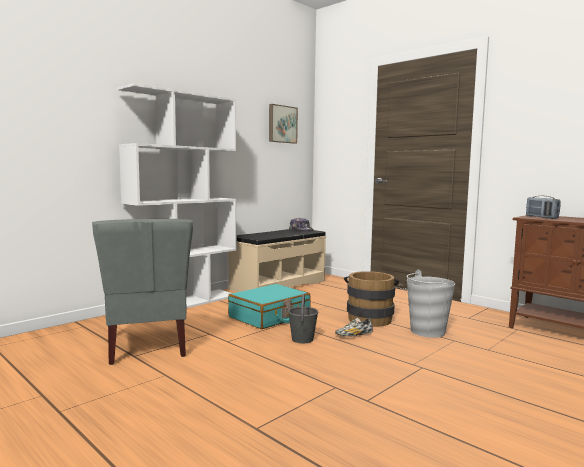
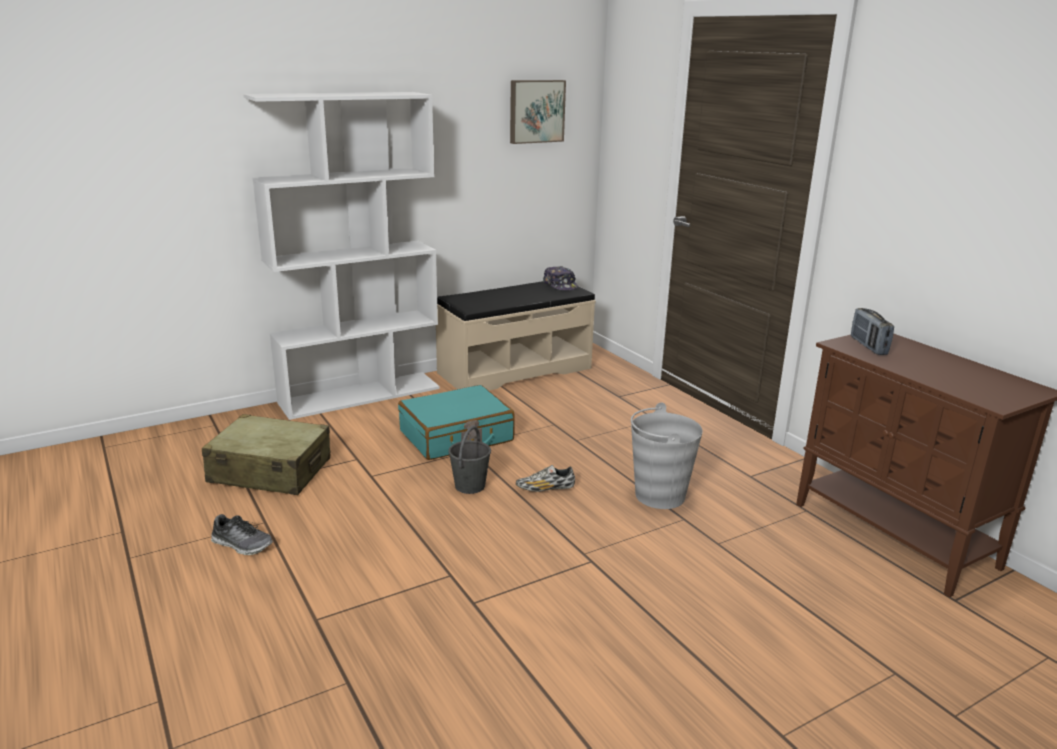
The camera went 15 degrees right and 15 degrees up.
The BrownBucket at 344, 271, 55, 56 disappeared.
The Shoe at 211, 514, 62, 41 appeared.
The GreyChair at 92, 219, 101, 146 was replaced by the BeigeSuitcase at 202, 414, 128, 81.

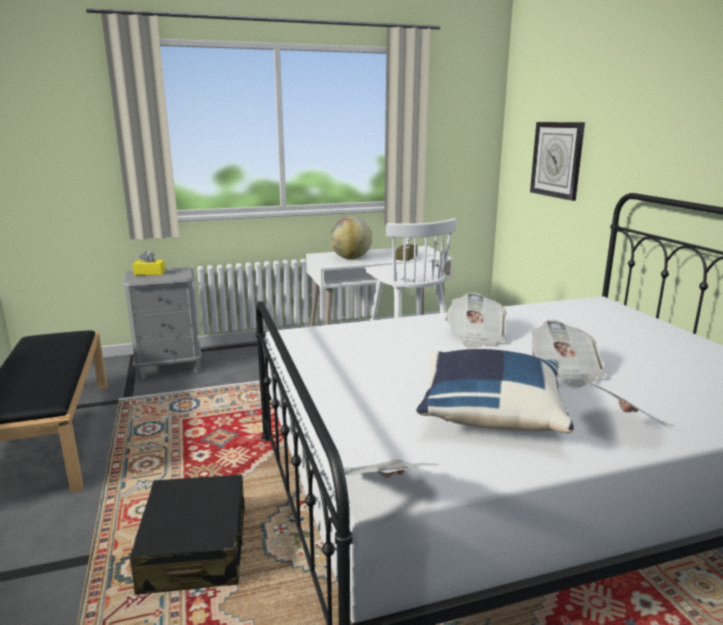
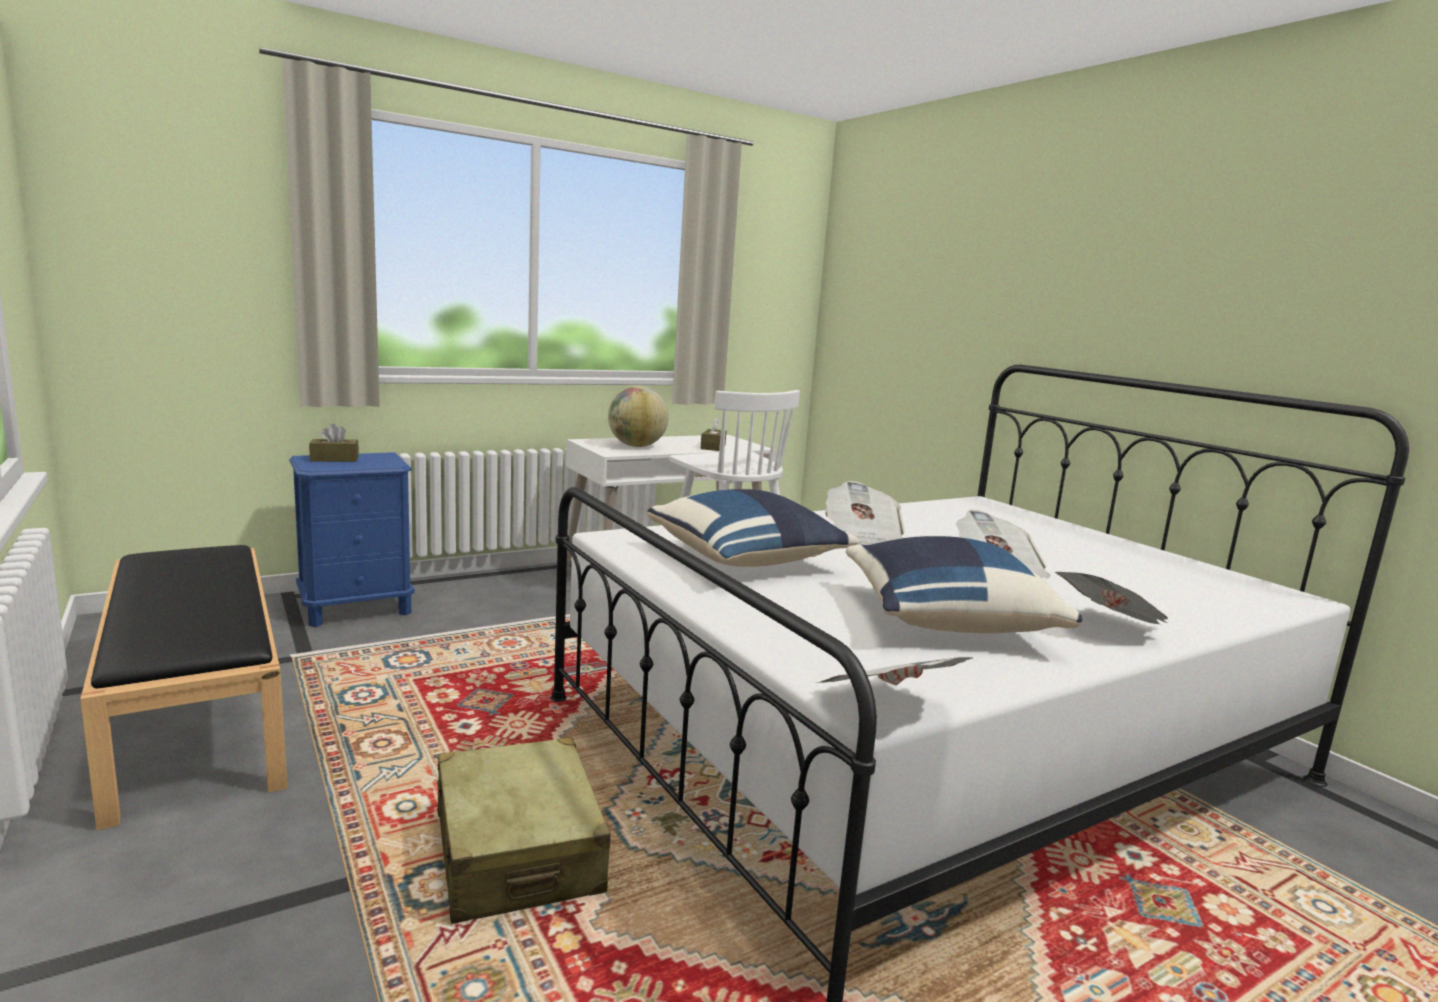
The camera went 15 degrees left and 5 degrees down.
The WallClock at 530, 122, 55, 79 disappeared.
The BluePillow at 647, 489, 212, 78 appeared.
The GreyNightstand at 122, 267, 80, 113 became the BlueNightstand at 289, 452, 126, 175.
The BlackSuitcase at 130, 474, 115, 121 became the BeigeSuitcase at 437, 737, 174, 187.
The YellowTissueBox at 133, 251, 32, 24 became the BrownTissueBox at 309, 424, 50, 38.

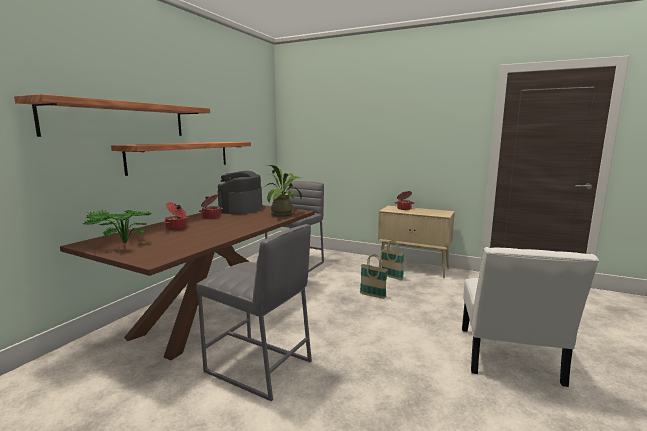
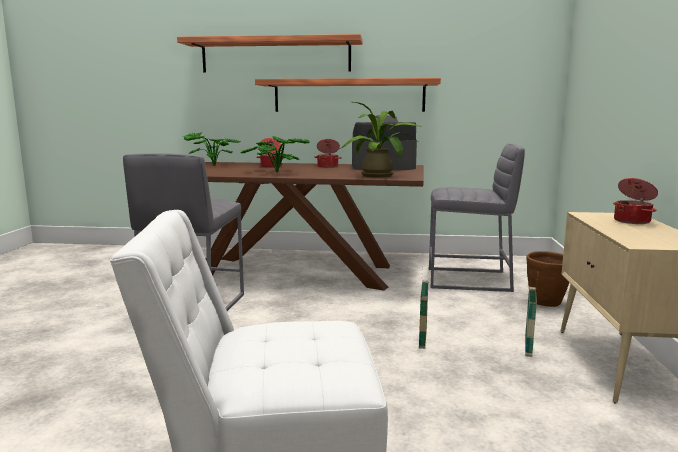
The camera went 70 degrees right and 0 degrees up.
The PottedPlant at 241, 136, 69, 36 appeared.
The BrownPlanter at 526, 251, 44, 56 appeared.

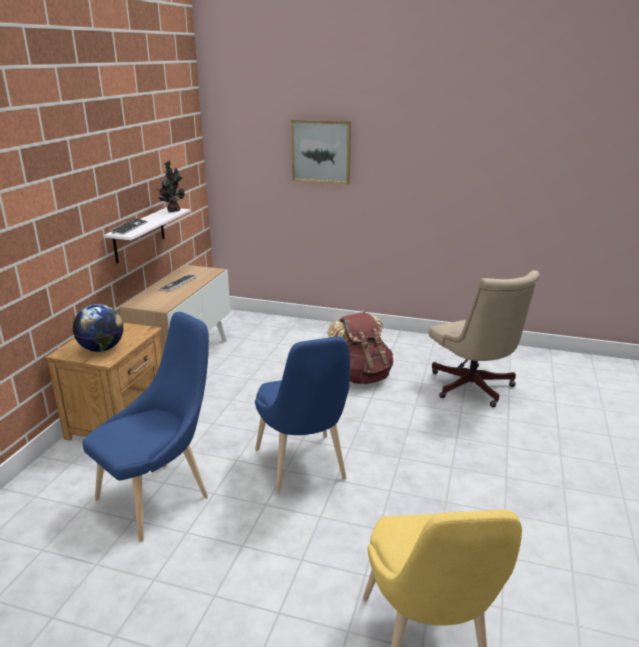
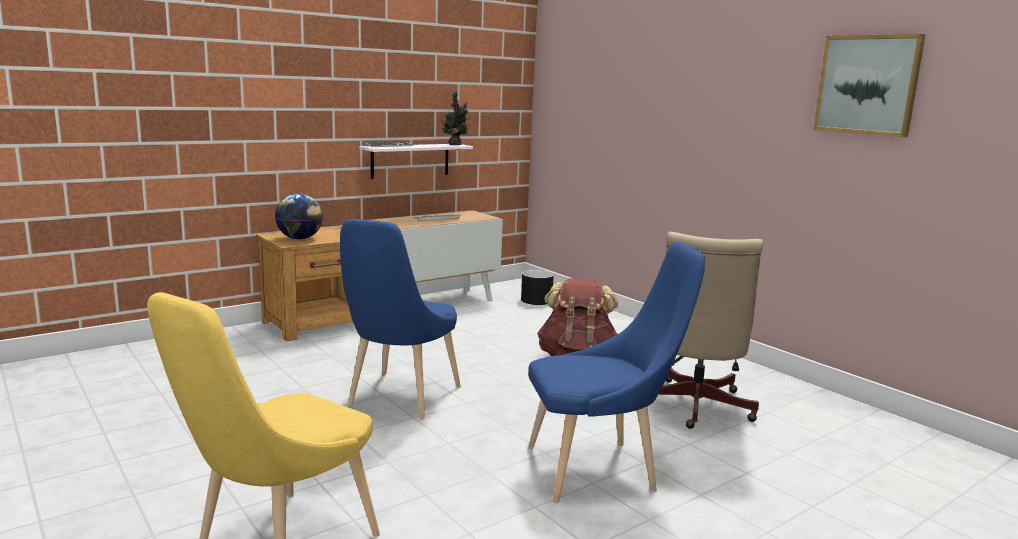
The camera went 35 degrees right and 10 degrees down.
The BlackPlanter at 521, 270, 33, 35 appeared.
The BlueChair moved from 83, 312, 126, 230 to 528, 242, 177, 261.
The Picture moved from 291, 119, 60, 65 to 813, 34, 113, 103.

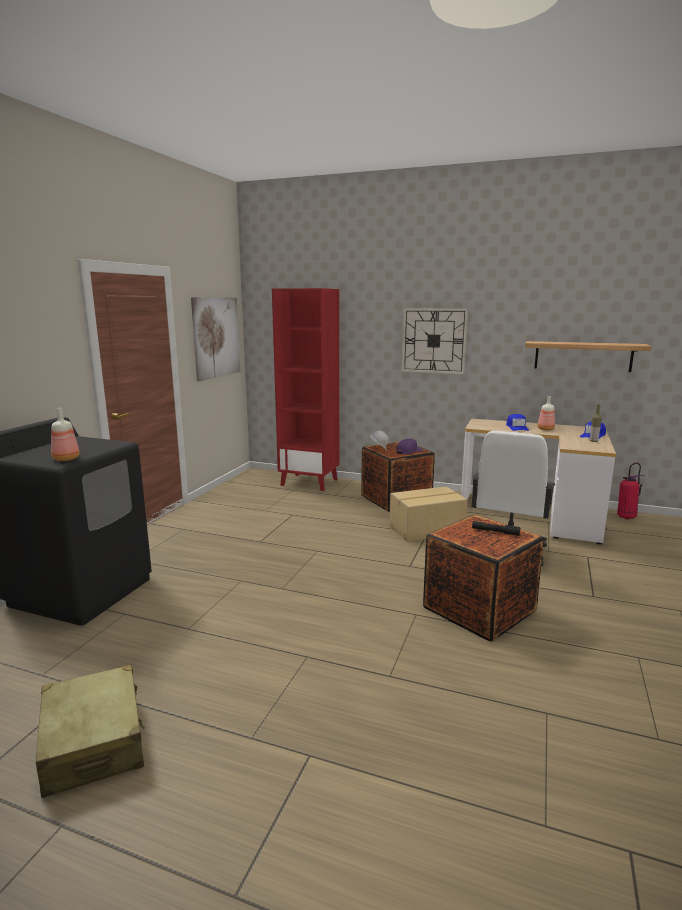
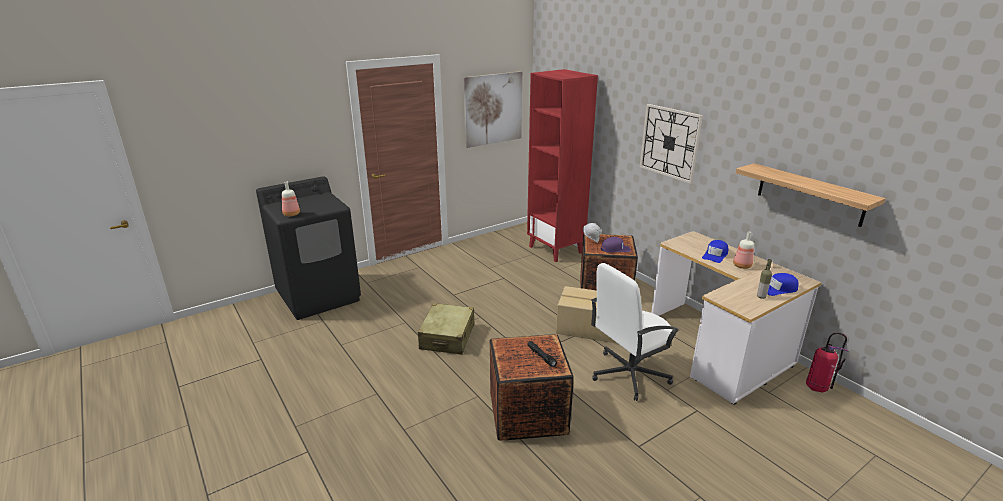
The camera went 35 degrees right and 10 degrees up.
The BeigeSuitcase moved from 36, 664, 109, 134 to 418, 303, 56, 52.

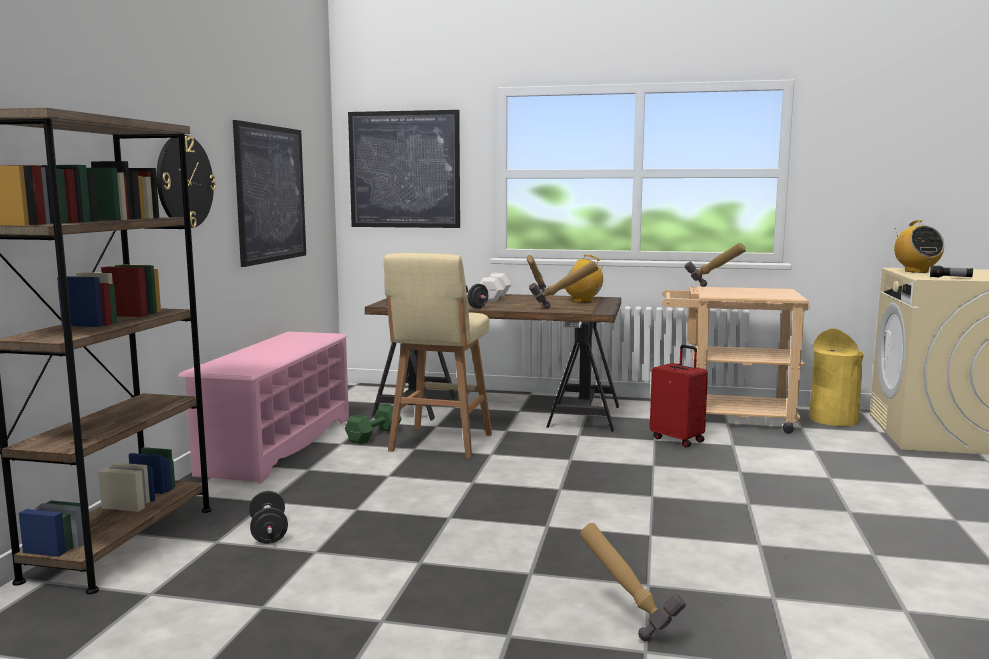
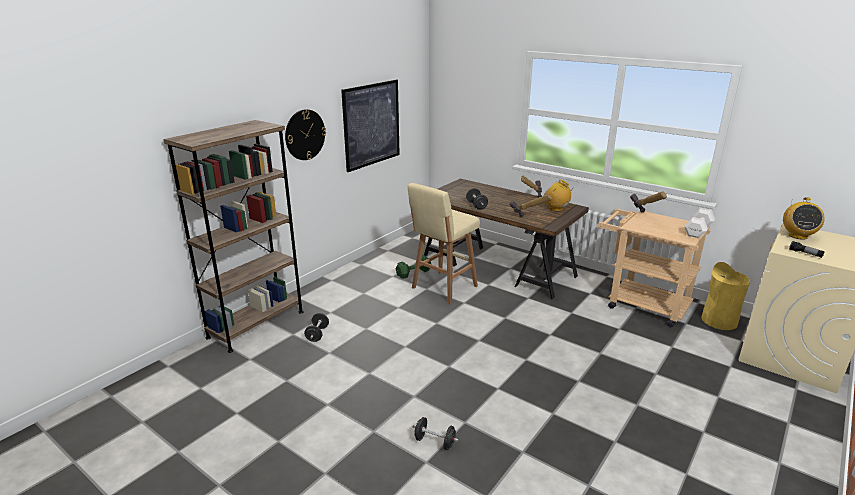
The camera went 25 degrees right and 15 degrees up.
The PinkShoeRack at 178, 331, 171, 153 disappeared.
The Picture at 348, 110, 112, 118 disappeared.
The RedSuitcase at 650, 345, 58, 102 disappeared.
The WhiteDumbbell moved from 479, 273, 32, 28 to 684, 208, 31, 30.
The Hammer at 580, 523, 106, 118 was replaced by the BlackDumbbell at 413, 417, 46, 33.

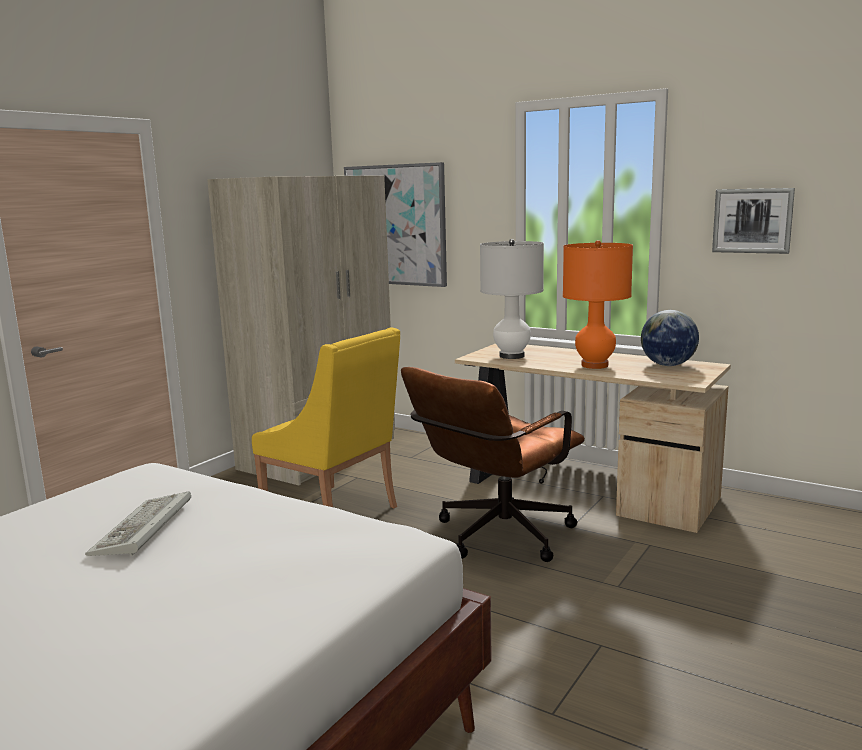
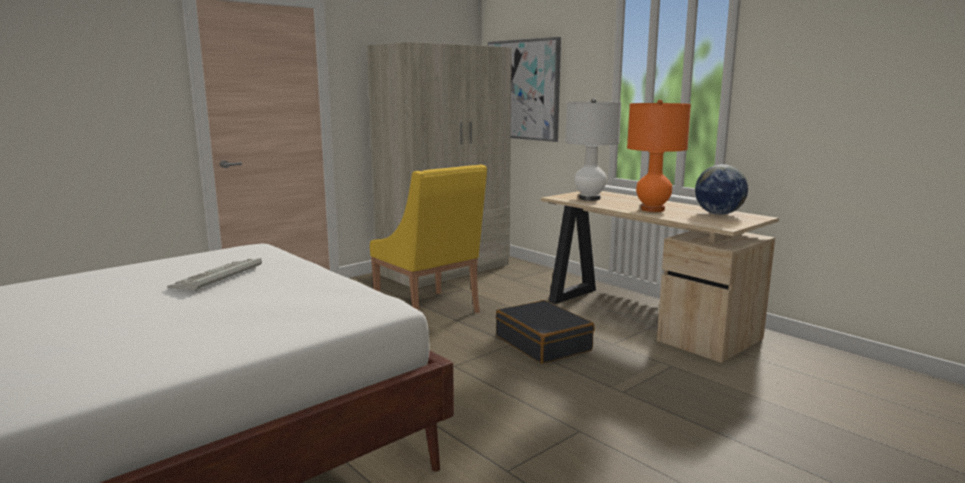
The camera went 15 degrees right and 0 degrees up.
The Picture at 712, 188, 83, 66 disappeared.
The BrownOfficeChair at 401, 367, 184, 195 was replaced by the BlackSuitcase at 496, 300, 99, 64.

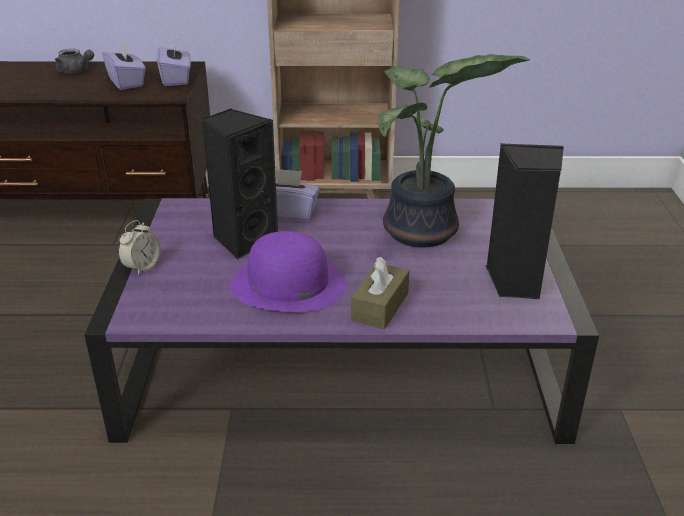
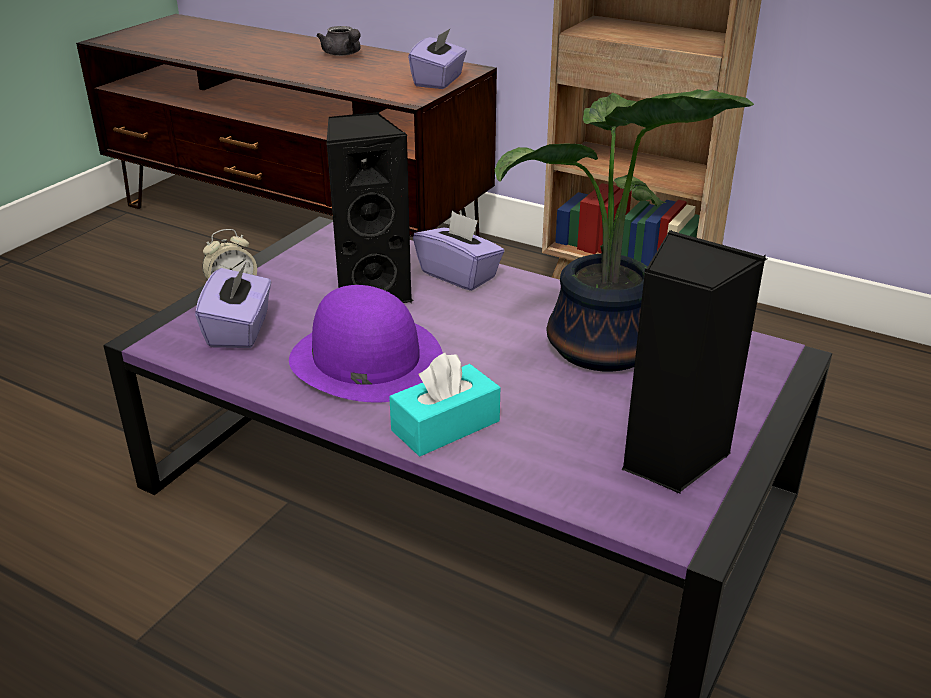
The camera went 30 degrees right and 0 degrees up.
The PurpleTissueBox moved from 102, 42, 44, 48 to 195, 261, 76, 87.
The BrownTissueBox at 351, 257, 58, 72 became the TurquoiseTissueBox at 389, 353, 111, 103.

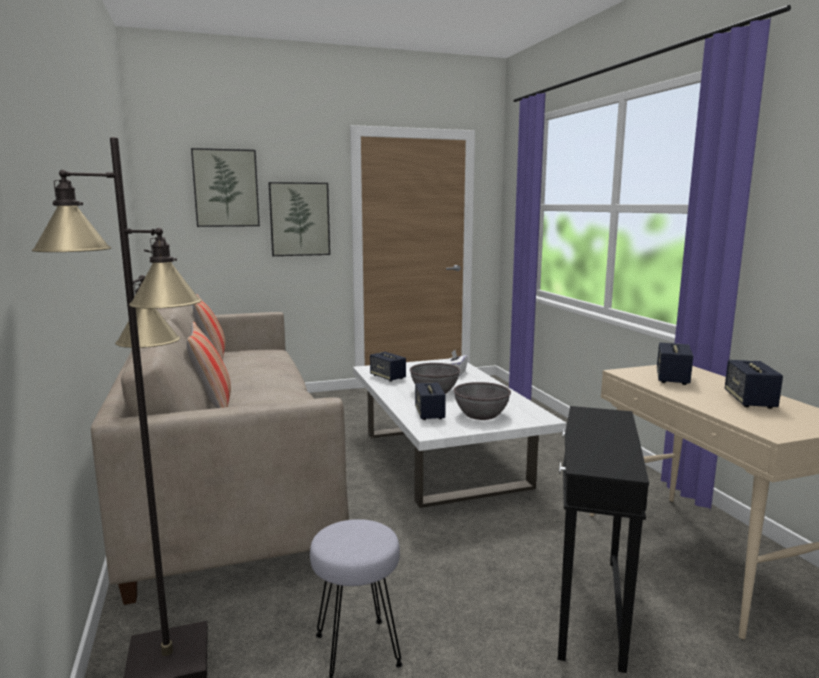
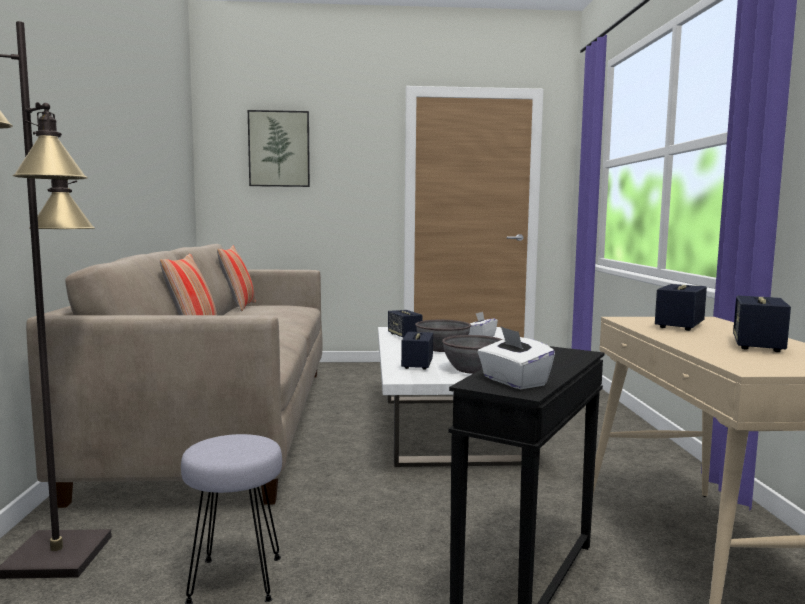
The camera went 15 degrees right and 5 degrees down.
The Picture at 269, 182, 61, 74 disappeared.
The WhiteTissueBox at 478, 327, 77, 62 appeared.

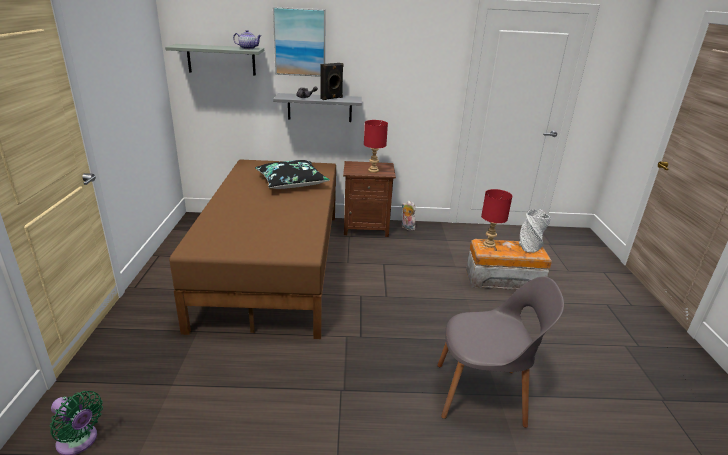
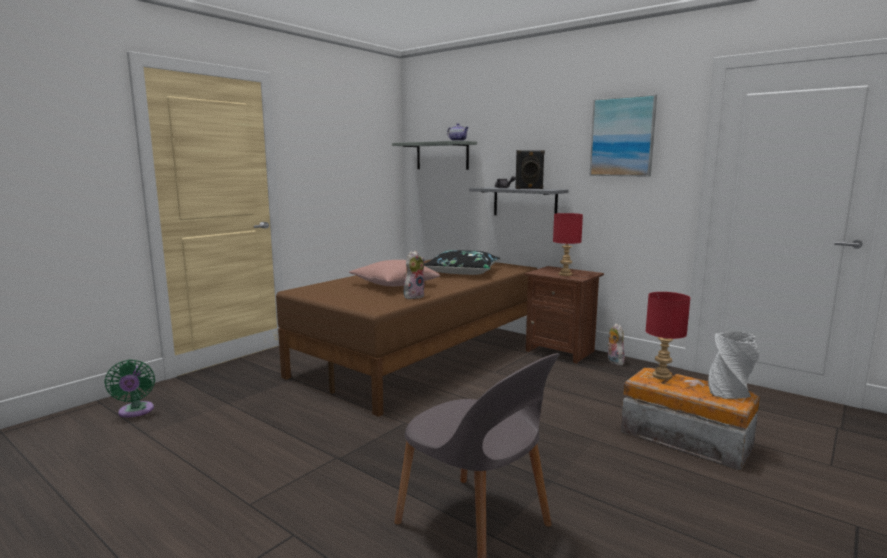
The camera went 40 degrees right and 15 degrees down.
The PinkPillow at 349, 260, 91, 26 appeared.
The PlushToy at 404, 251, 21, 48 appeared.
The Picture moved from 273, 7, 53, 70 to 589, 94, 68, 83.

